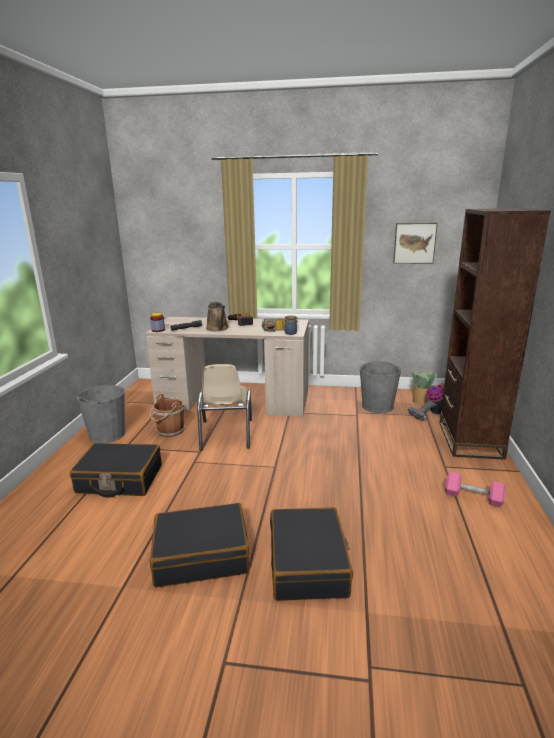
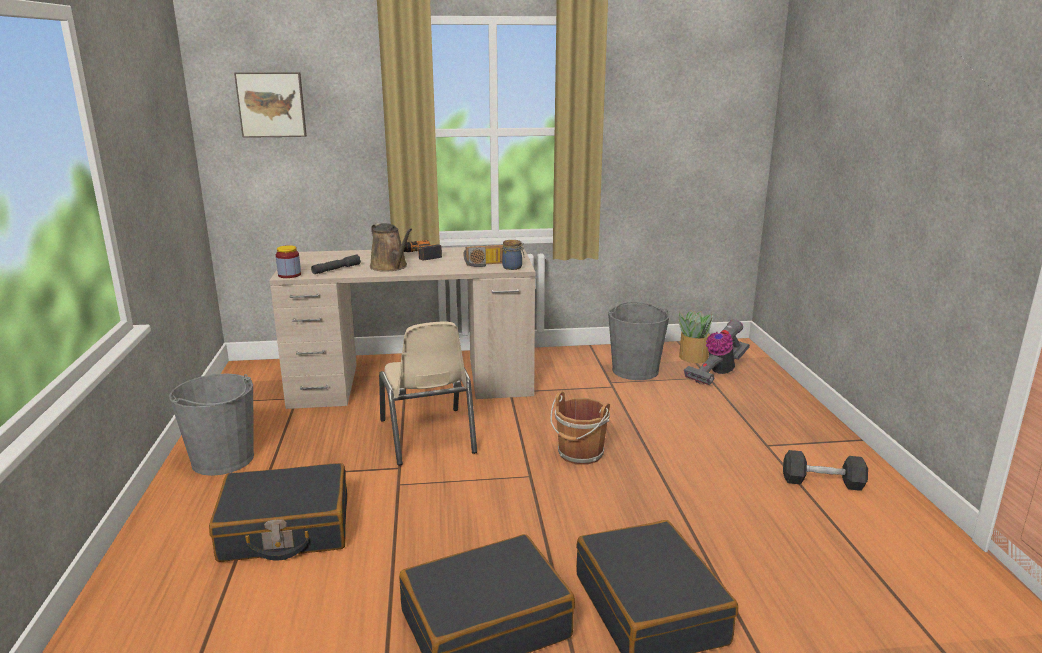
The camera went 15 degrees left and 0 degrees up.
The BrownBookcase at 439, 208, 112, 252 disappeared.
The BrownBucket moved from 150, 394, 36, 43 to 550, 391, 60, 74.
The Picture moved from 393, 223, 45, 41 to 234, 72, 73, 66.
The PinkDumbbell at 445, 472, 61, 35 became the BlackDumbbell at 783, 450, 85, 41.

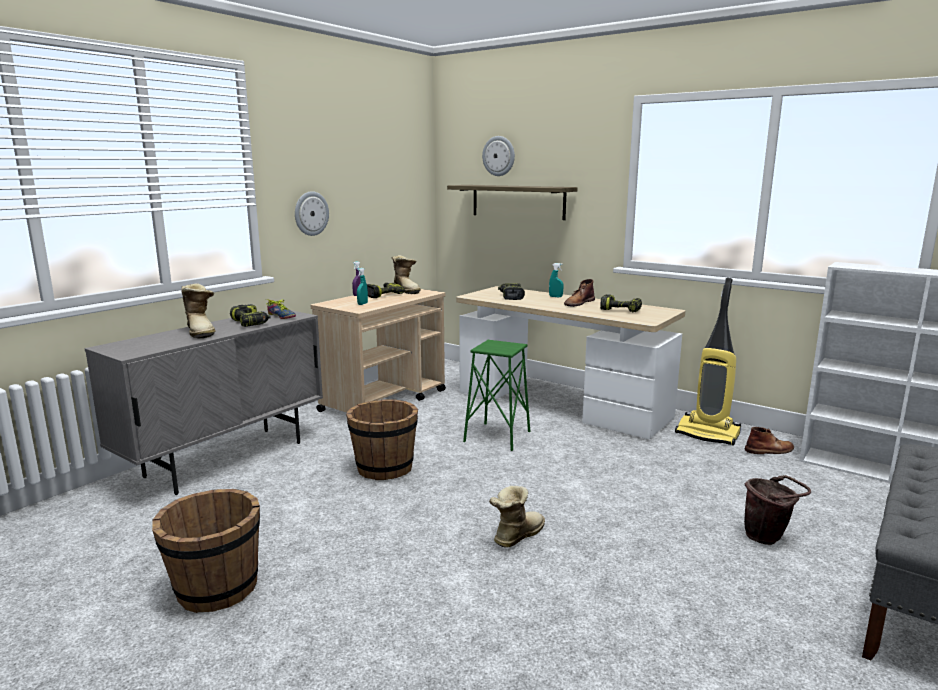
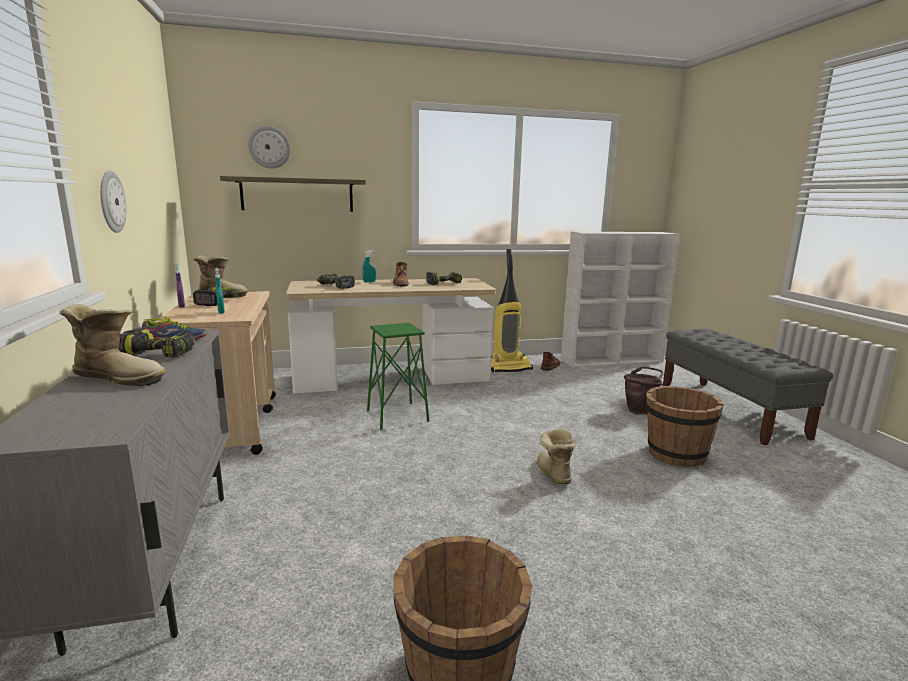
The camera went 50 degrees left and 0 degrees up.
The BrownBucket moved from 346, 400, 72, 80 to 646, 386, 78, 81.

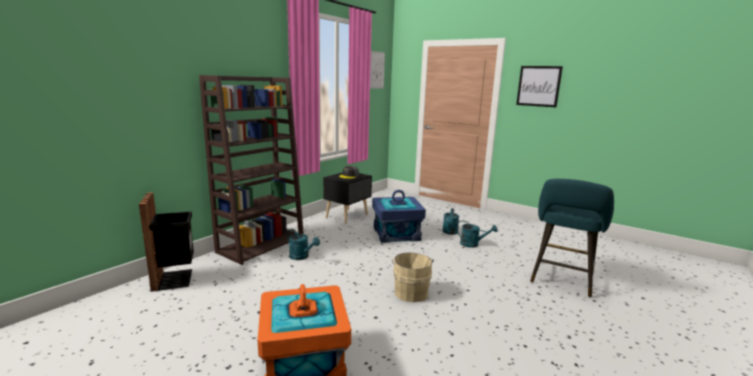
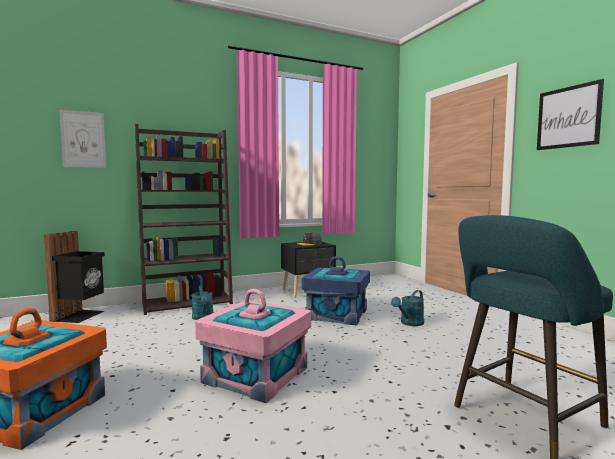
The camera went 30 degrees right and 10 degrees down.
The TurquoiseWateringCan at 457, 221, 41, 27 disappeared.
The Picture moved from 370, 51, 15, 37 to 59, 110, 47, 58.
The BeigeBucket at 392, 252, 42, 50 was replaced by the PinkStorageBox at 195, 289, 116, 114.

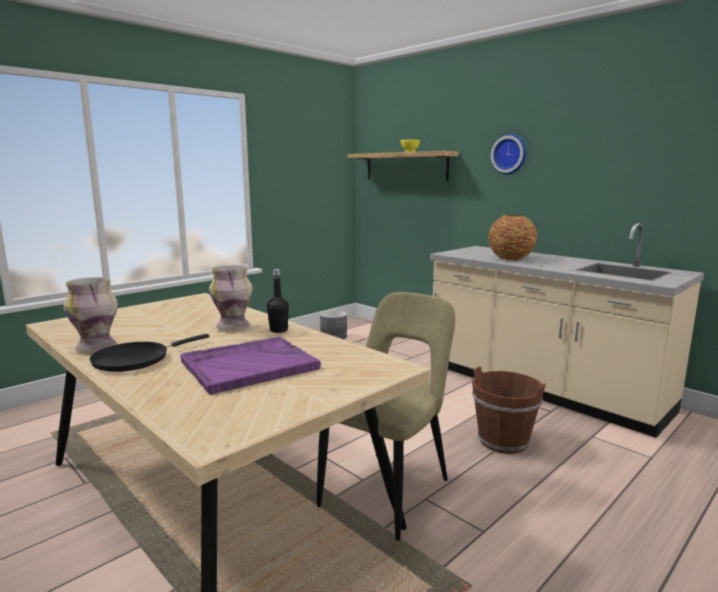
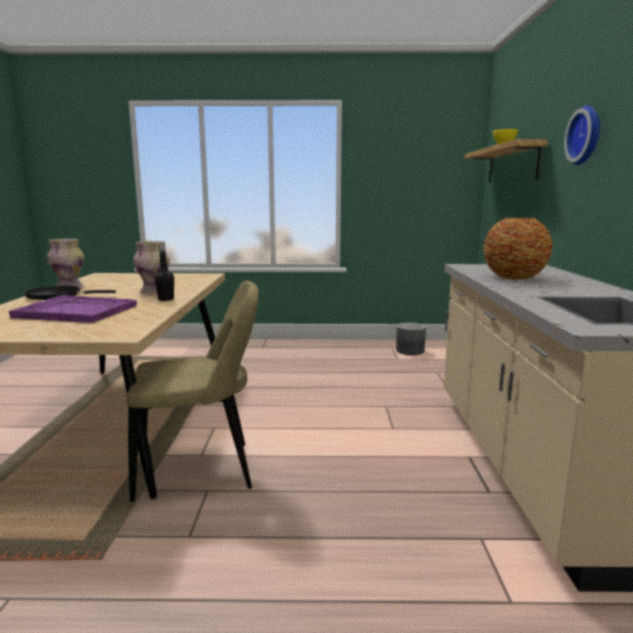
The camera went 45 degrees right and 0 degrees up.
The BrownBucket at 472, 366, 74, 88 disappeared.

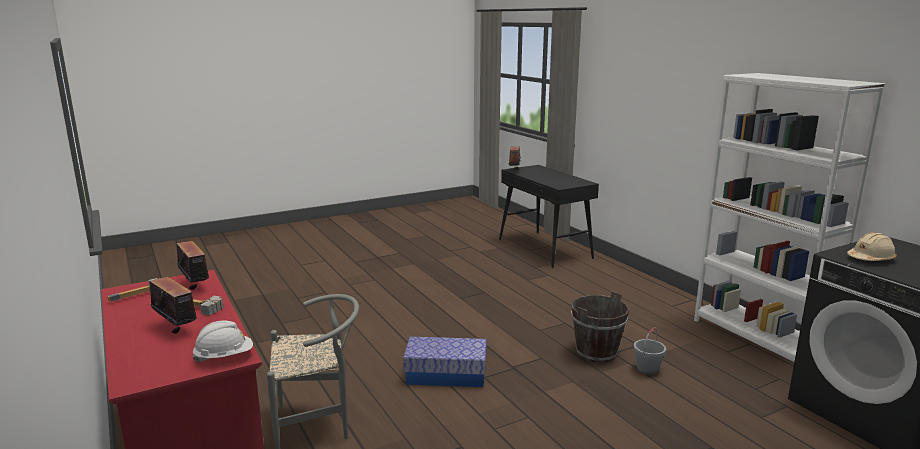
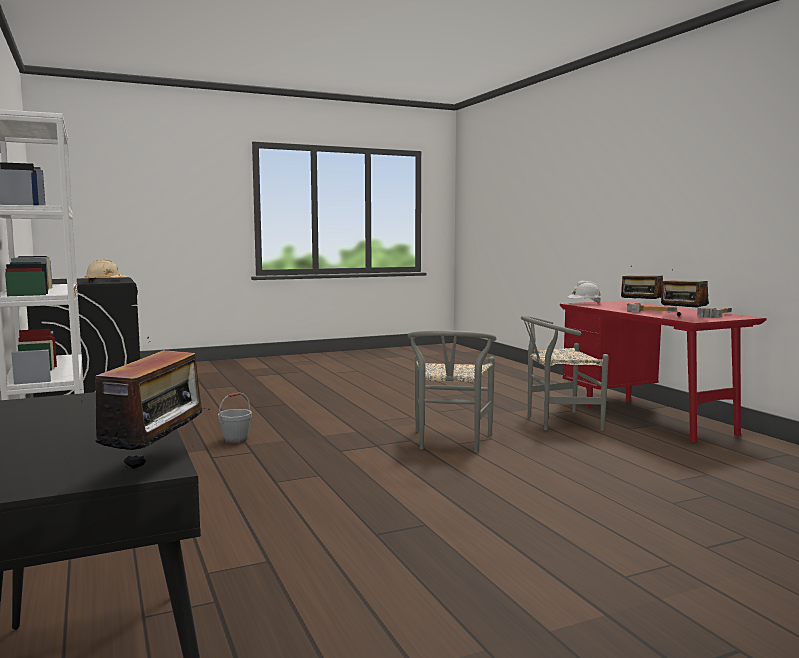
The camera went 175 degrees left and 10 degrees down.
The BrownBucket at 571, 291, 58, 72 disappeared.
The StorageBox at 403, 337, 84, 50 was replaced by the GreyChair at 408, 330, 89, 122.

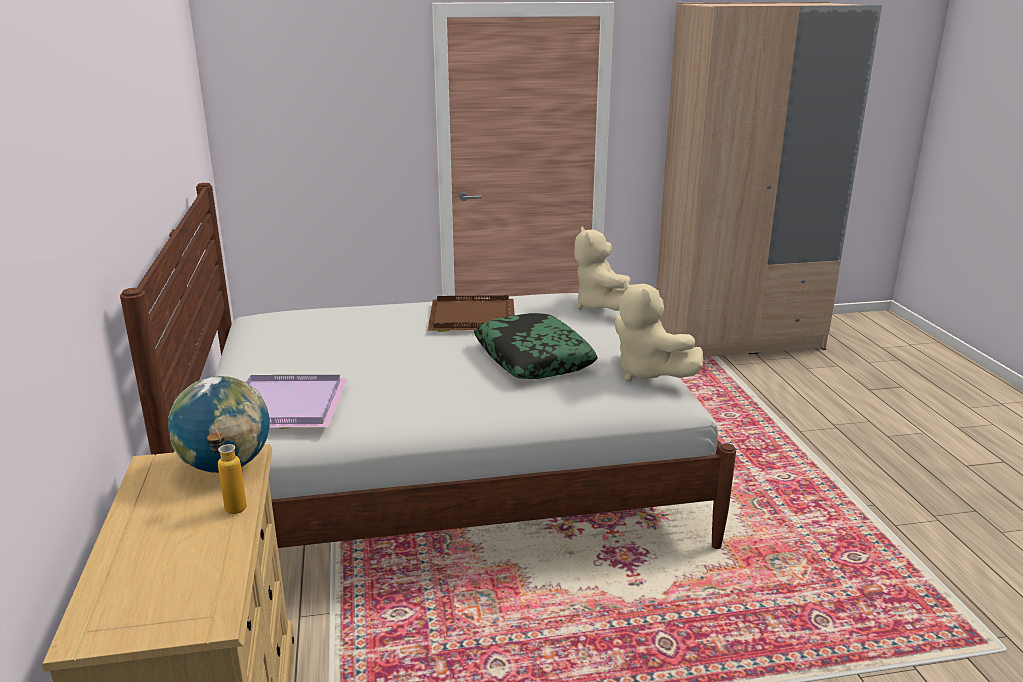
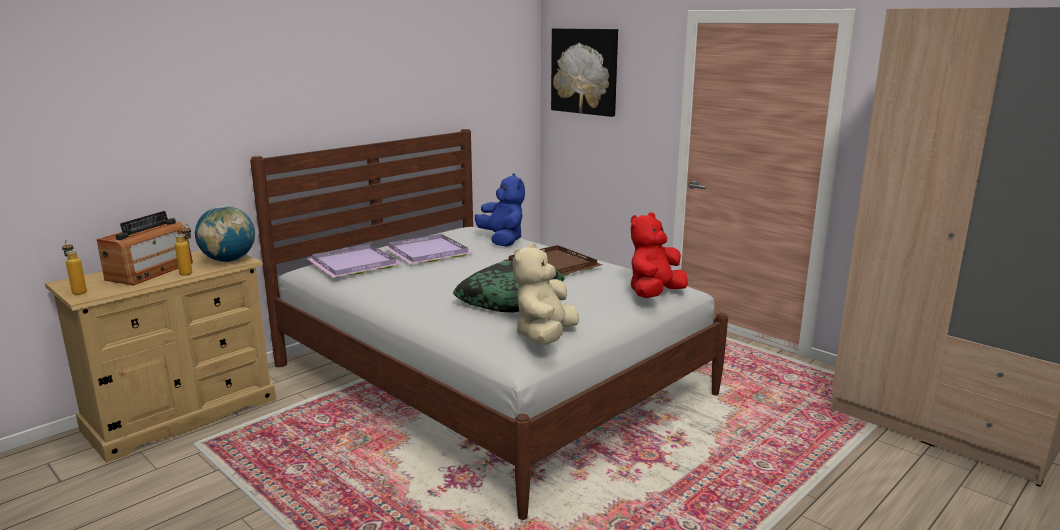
The camera went 55 degrees right and 5 degrees down.
The Bottle at 62, 240, 25, 55 appeared.
The Radio at 97, 211, 96, 74 appeared.
The PurpleTray at 384, 234, 90, 30 appeared.
The BluePlushToy at 475, 173, 50, 74 appeared.
The Picture at 551, 28, 67, 89 appeared.
The BeigePlushToy at 574, 226, 56, 85 became the RedPlushToy at 631, 212, 57, 86.

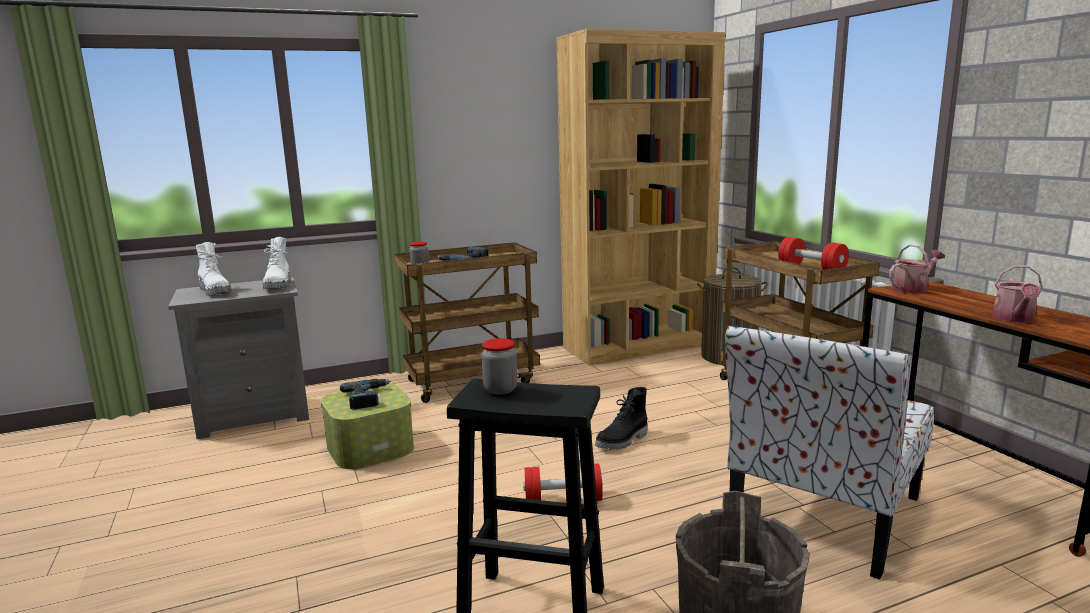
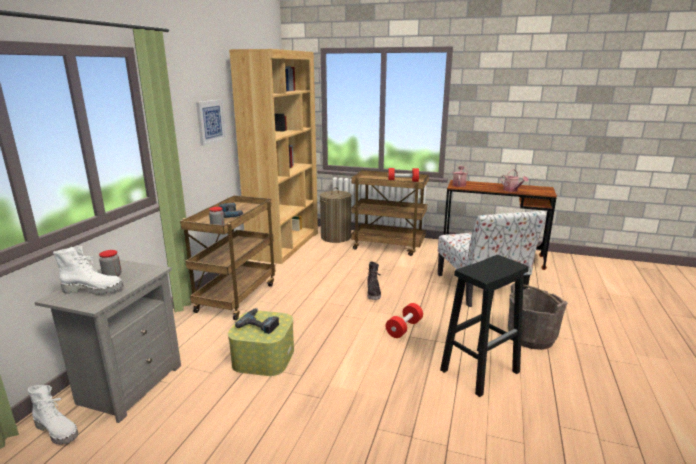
The camera went 50 degrees left and 5 degrees up.
The Picture at 196, 99, 30, 47 appeared.
The WhiteBoot moved from 263, 237, 28, 52 to 28, 385, 50, 60.
The Jar moved from 482, 338, 36, 57 to 99, 250, 22, 26.

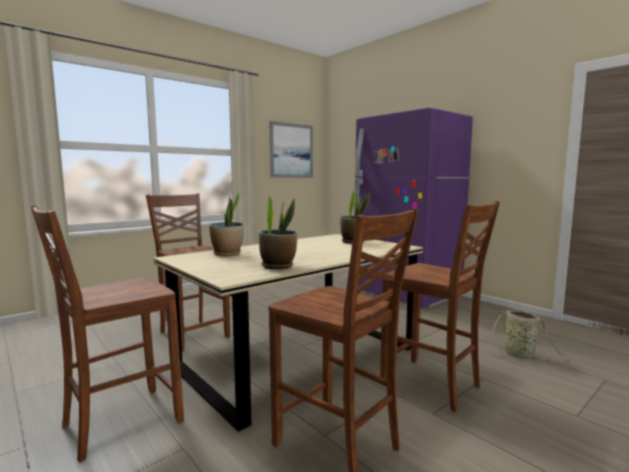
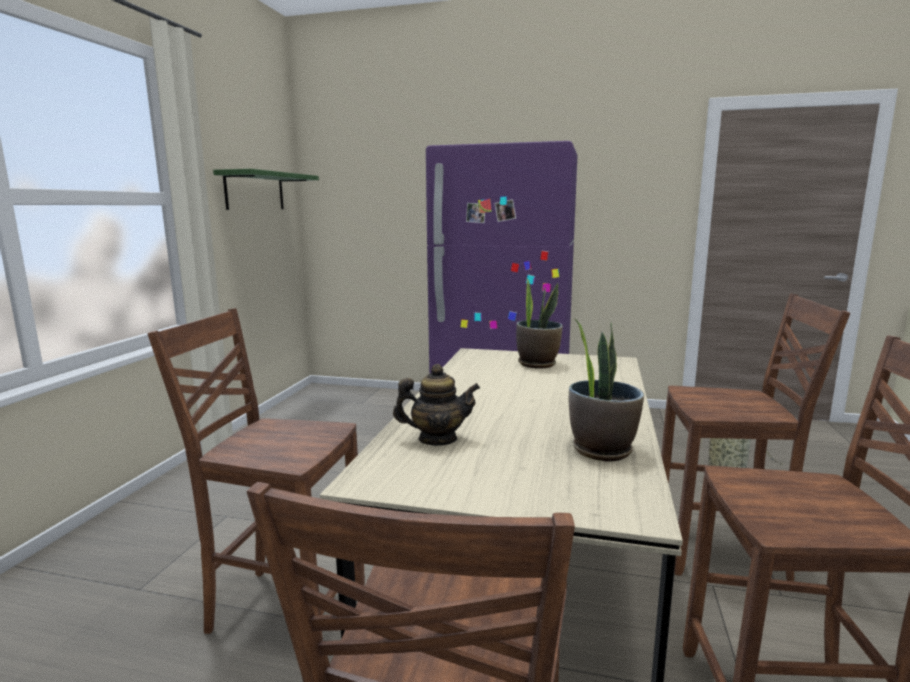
The camera went 35 degrees left and 5 degrees up.
The PottedPlant at 209, 192, 35, 64 was replaced by the Teapot at 393, 364, 87, 82.
The Picture at 270, 121, 43, 57 was replaced by the GreenShelf at 213, 169, 106, 41.

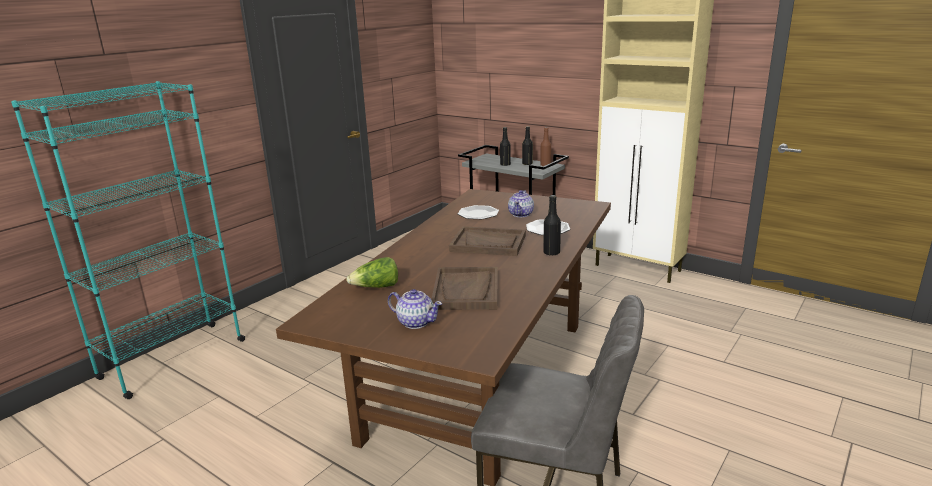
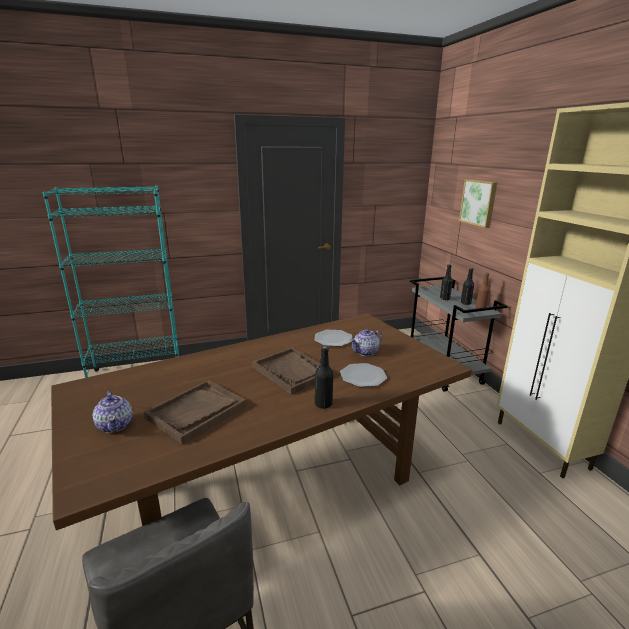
The camera went 35 degrees right and 0 degrees up.
The Lettuce at 346, 257, 52, 31 disappeared.
The Picture at 459, 179, 38, 49 appeared.

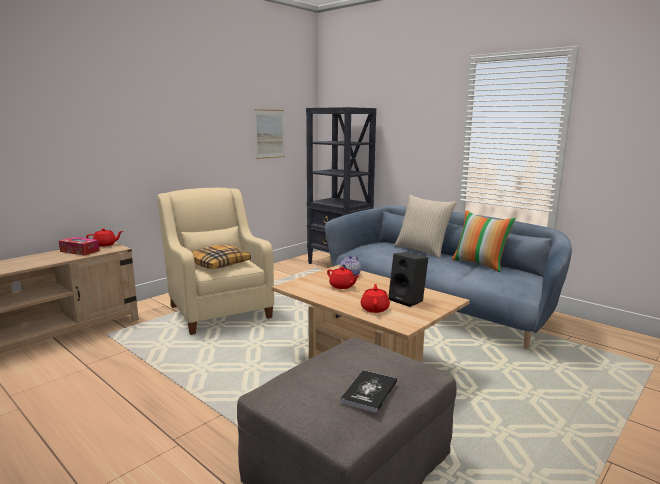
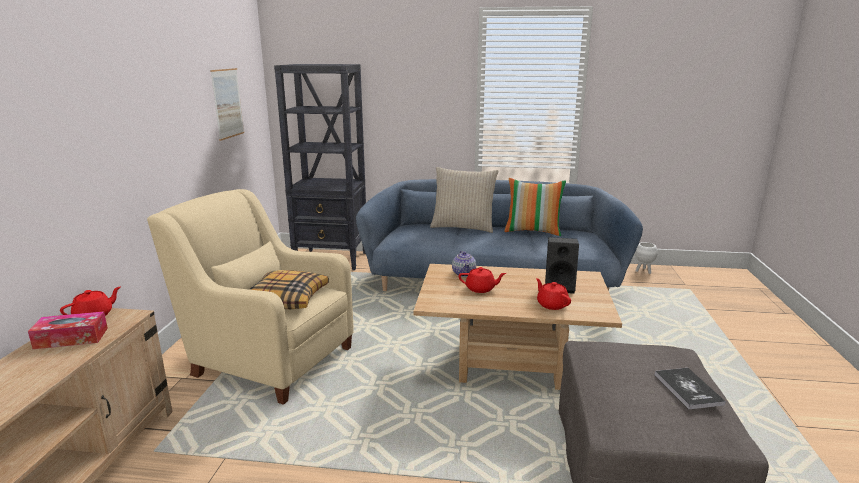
The camera went 35 degrees left and 5 degrees up.
The WhitePlanter at 635, 242, 22, 32 appeared.

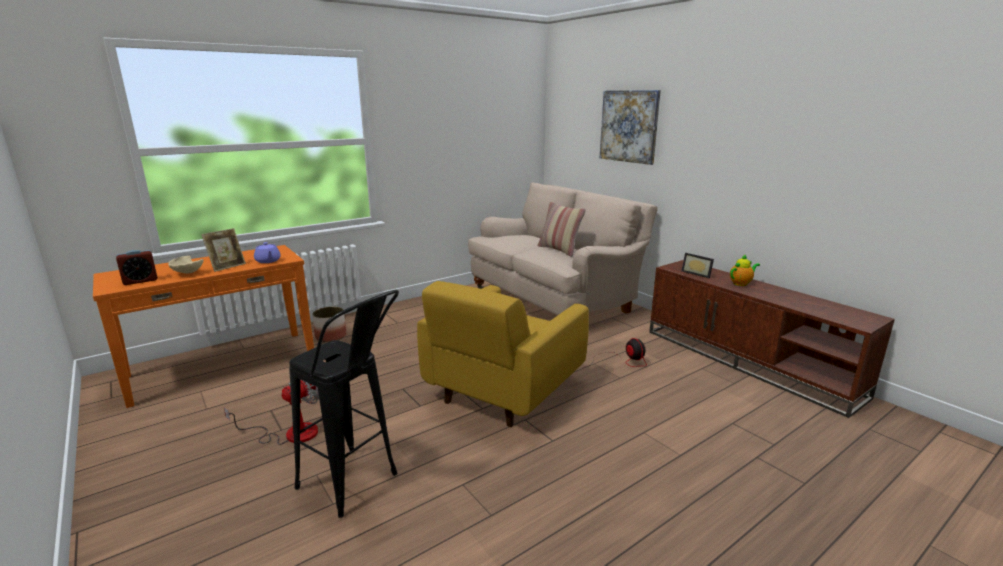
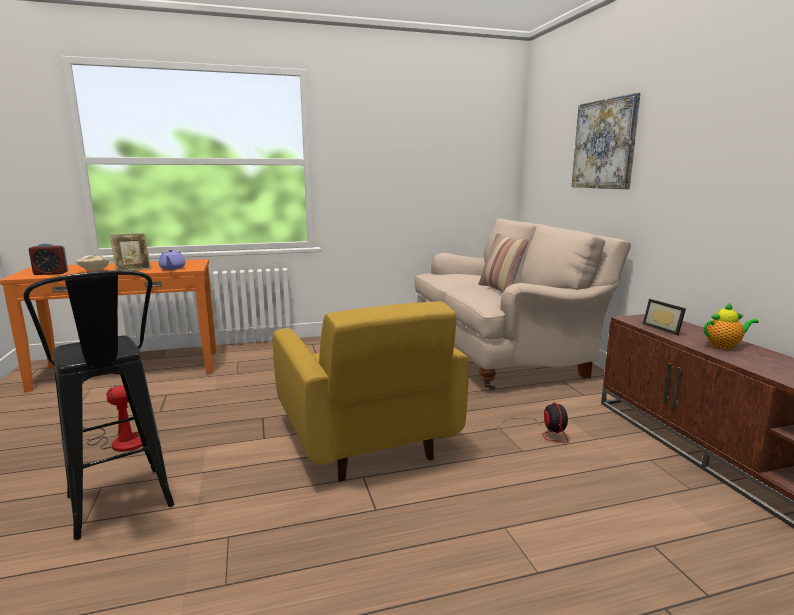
The camera went 20 degrees right and 5 degrees down.
The Planter at 312, 307, 34, 35 disappeared.
The YellowArmchair at 417, 281, 172, 146 turned 75 degrees counterclockwise.

